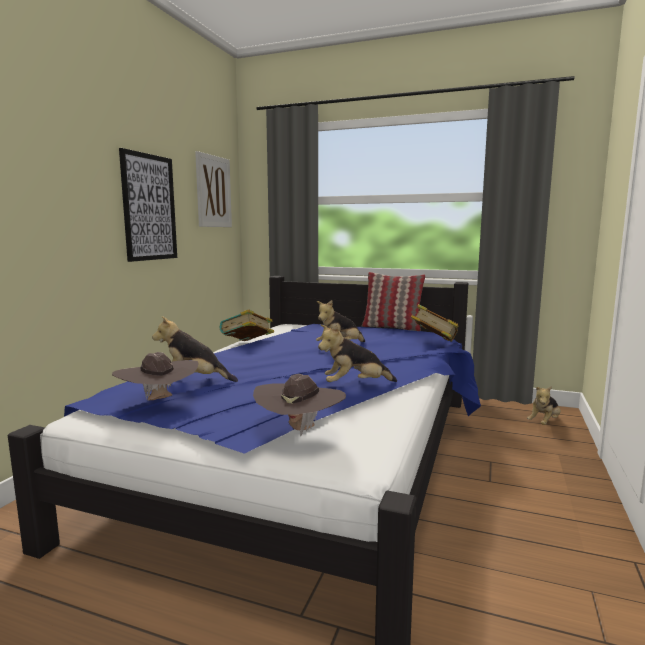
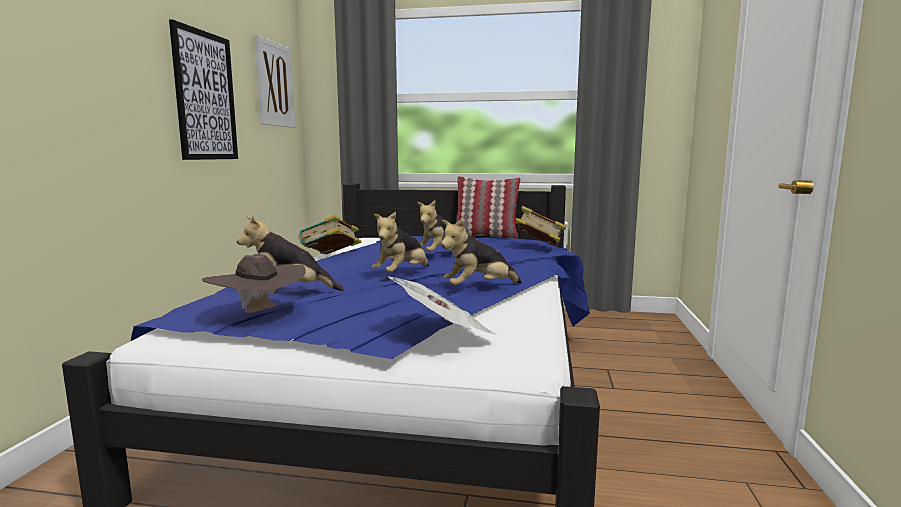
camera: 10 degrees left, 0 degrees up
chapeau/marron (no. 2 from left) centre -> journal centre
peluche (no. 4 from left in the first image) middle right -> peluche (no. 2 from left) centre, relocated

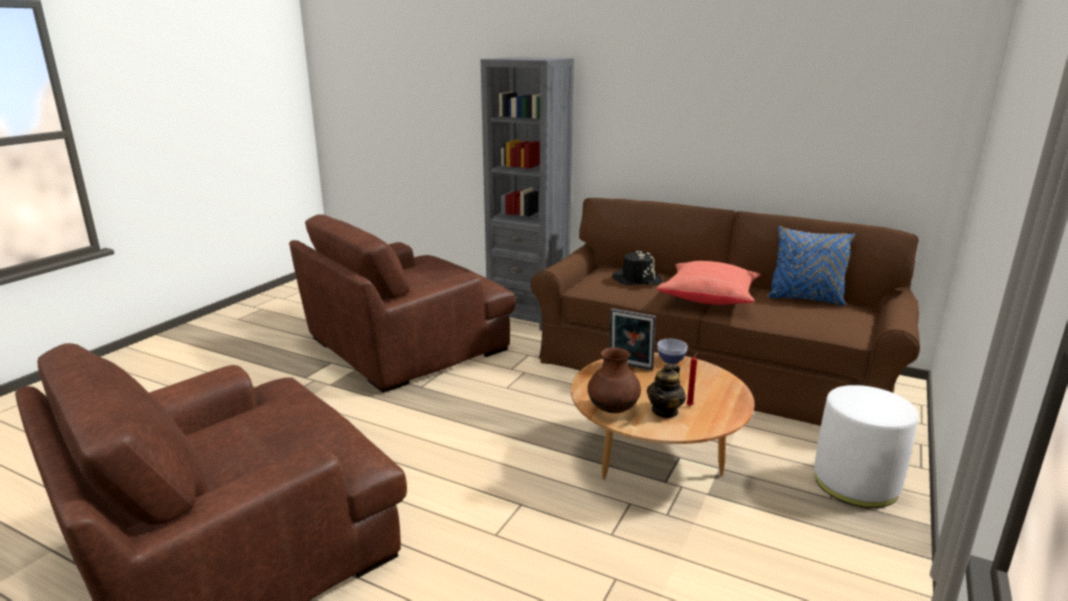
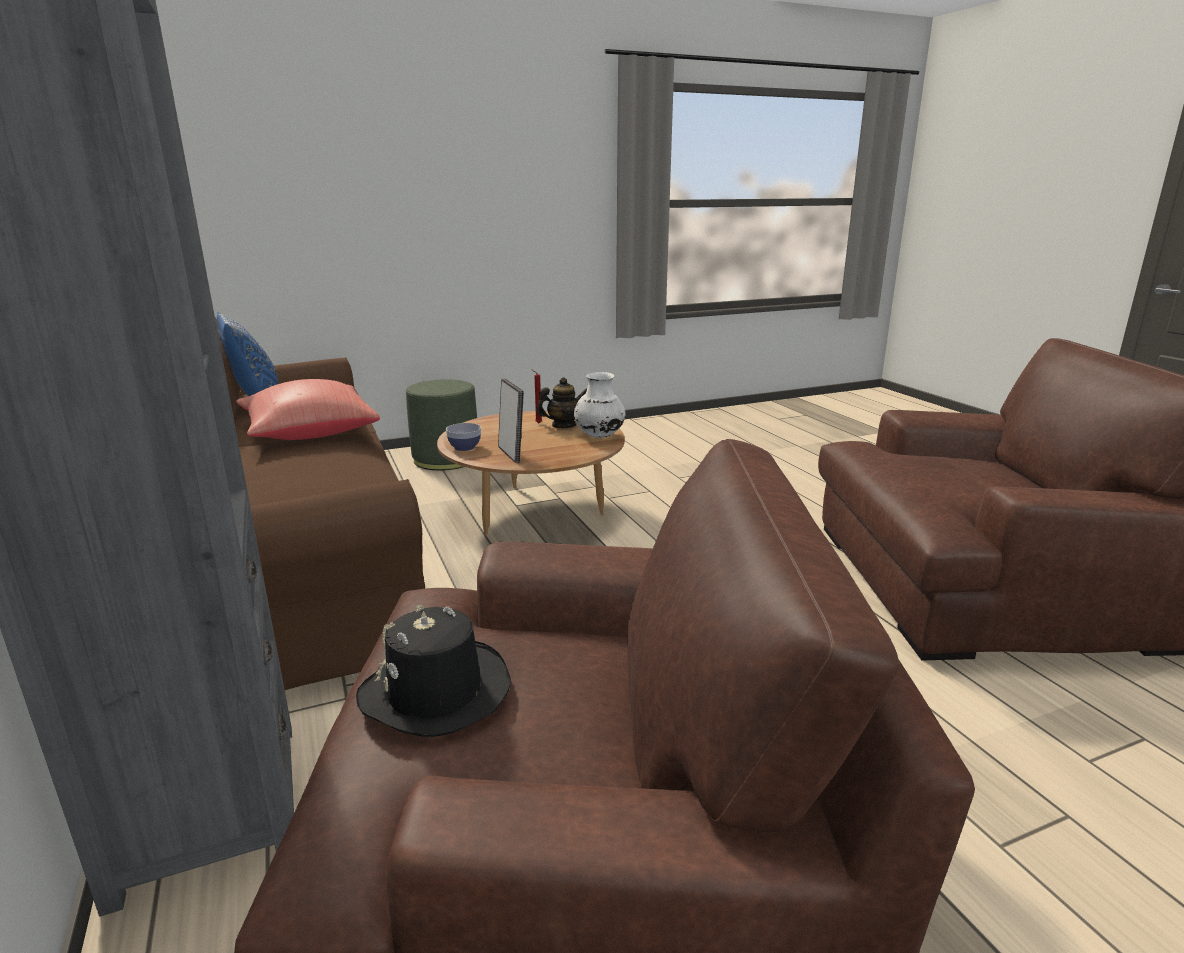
camera: 140 degrees left, 0 degrees up
chapeau/noir centre -> chapeau/noir bottom centre, relocated
vase/marron centre -> vase/blanc centre
pouf/blanc bottom right -> pouf/vert centre

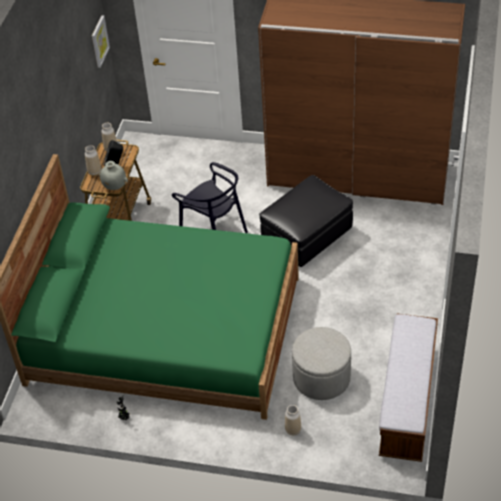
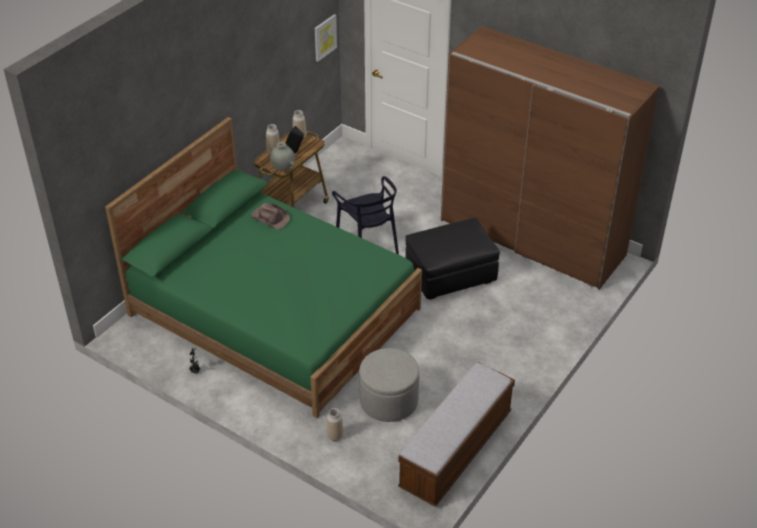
camera: 20 degrees right, 5 degrees down
none -> chapeau/marron centre

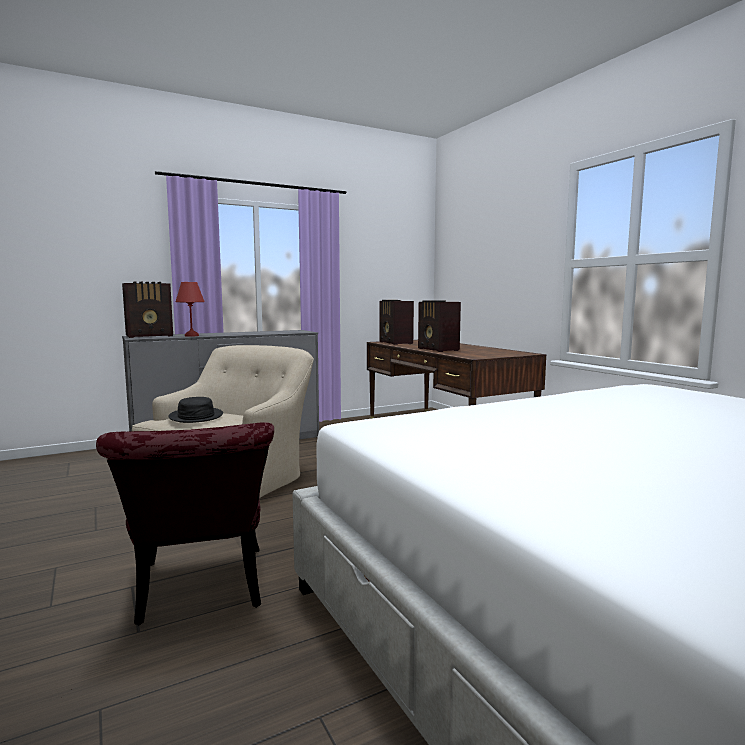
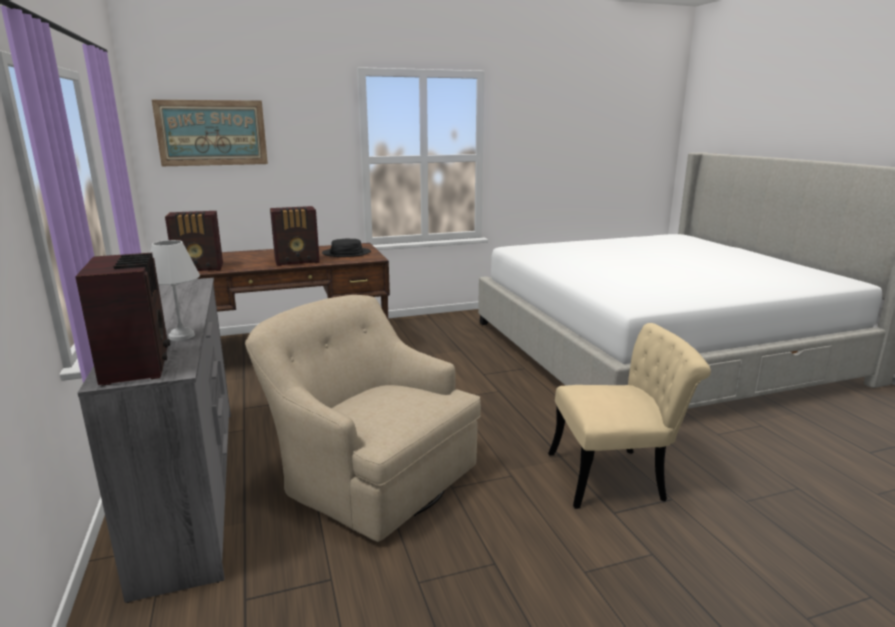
camera: 80 degrees left, 10 degrees up
lampe de table/rouge middle left -> lampe de table/blanc middle left
chapeau/noir middle left -> chapeau/noir centre, relocated
chaise/rouge bottom left -> chaise/beige middle right
none -> tableau top left

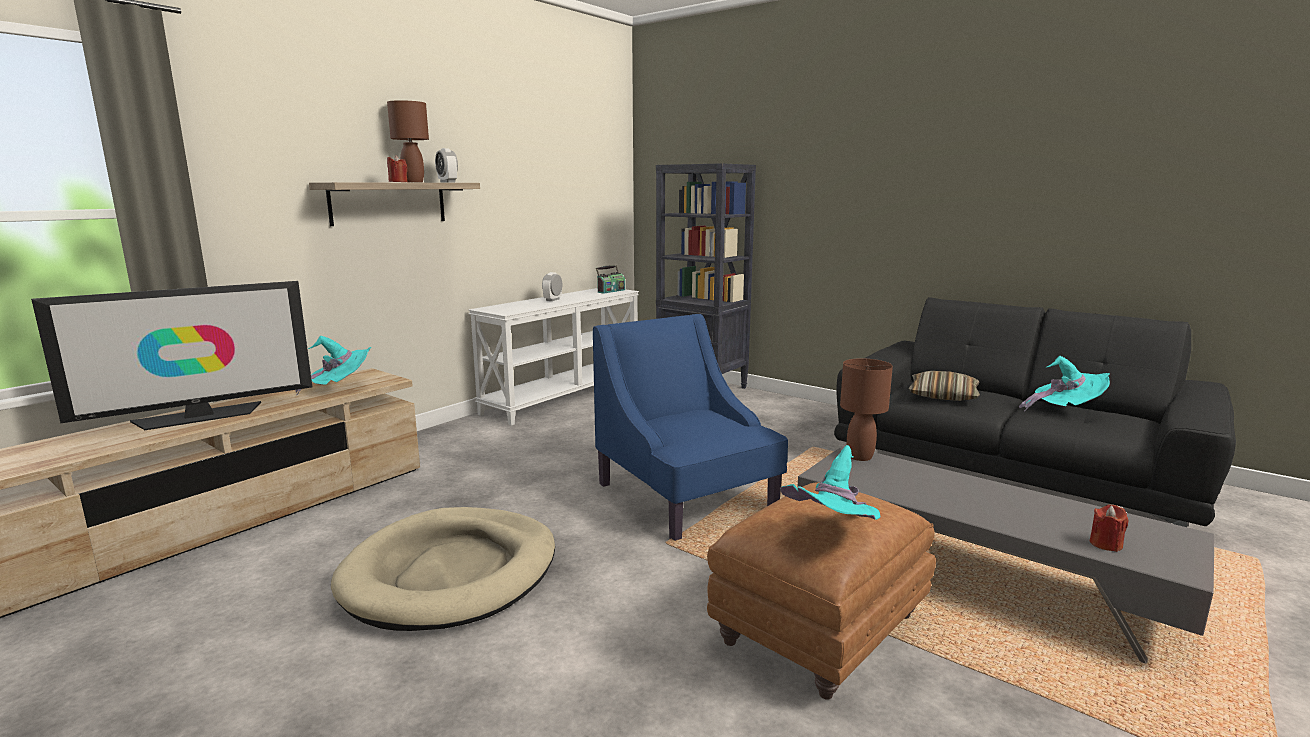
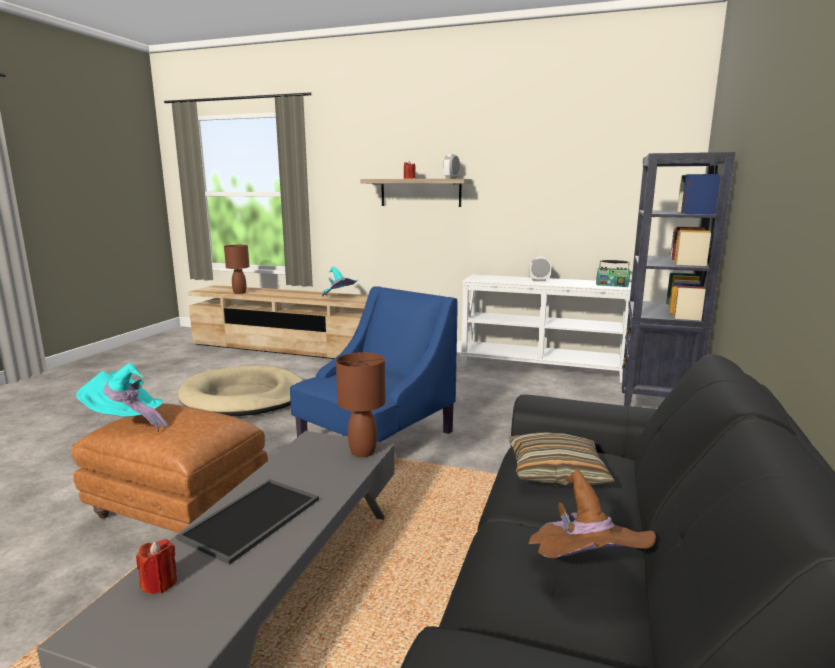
camera: 70 degrees right, 0 degrees up
lampe de table/marron (no. 1 from left) top left -> lampe de table/marron (no. 1 from left) middle left, relocated
téléviseur middle left -> none
chapeau/turquoise (no. 3 from left) middle right -> chapeau/marron bottom right
none -> plateau bottom left

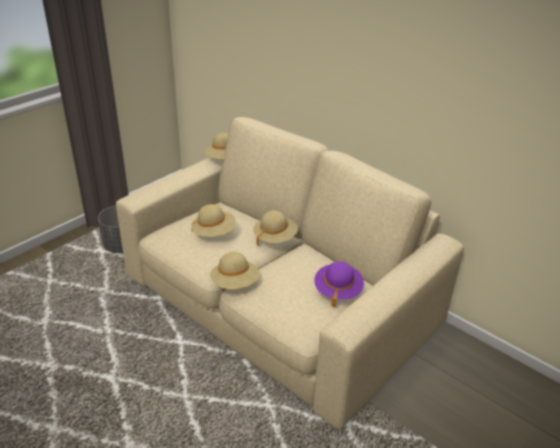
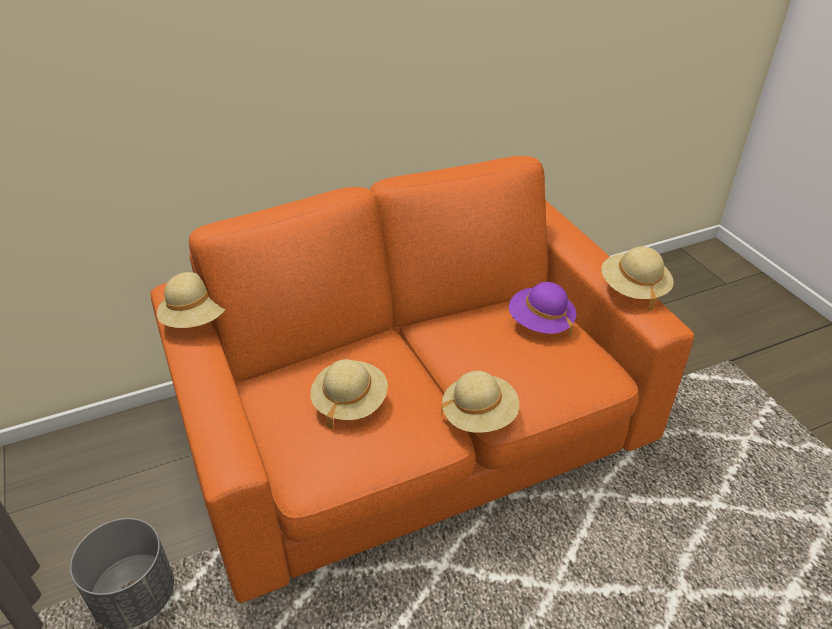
camera: 65 degrees left, 5 degrees up
canapé/beige centre -> canapé/orange centre
chapeau/beige (no. 4 from left) centre -> chapeau/beige (no. 4 from left) middle right, relocated

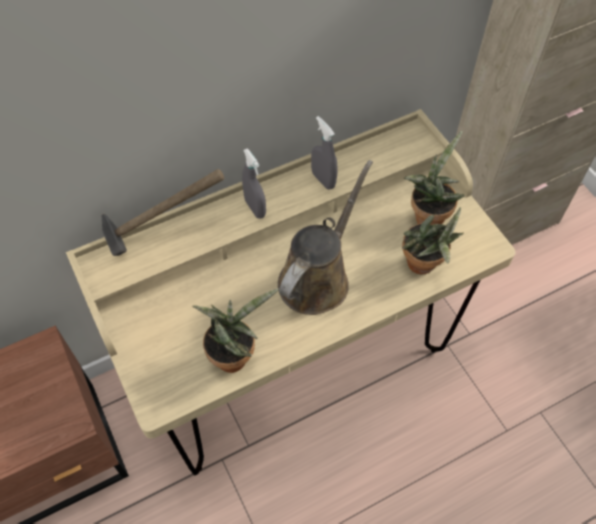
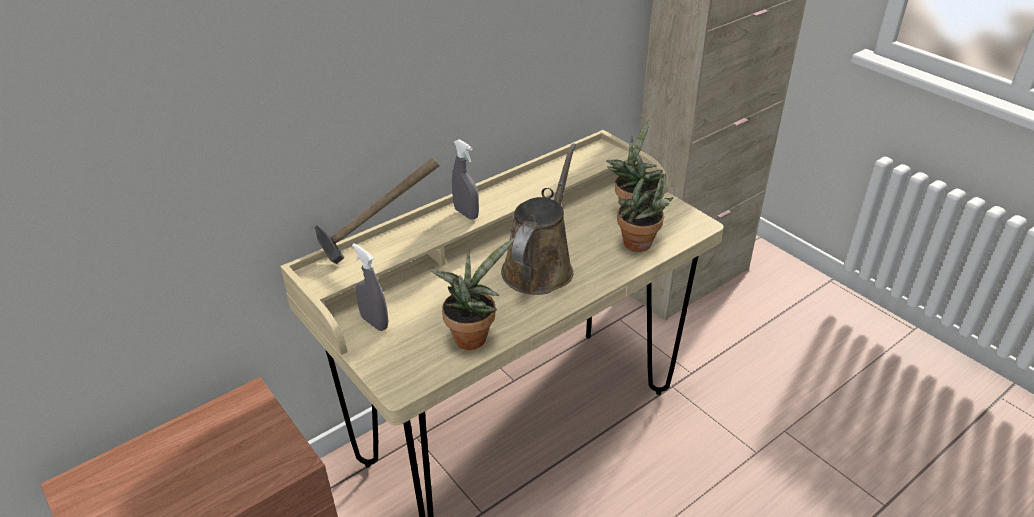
camera: 10 degrees left, 20 degrees down
vaporisateur/gris (no. 2 from left in the first image) top centre -> vaporisateur/gris (no. 1 from left) centre, relocated

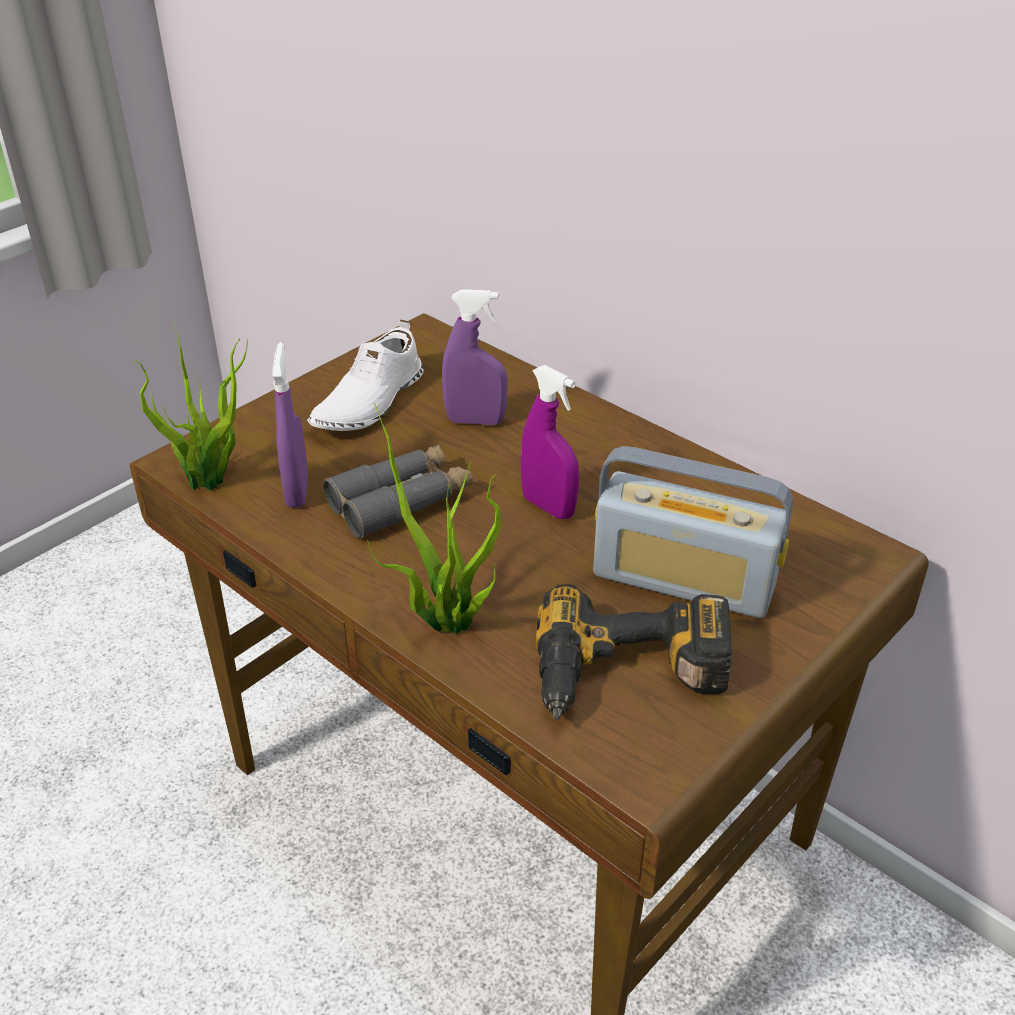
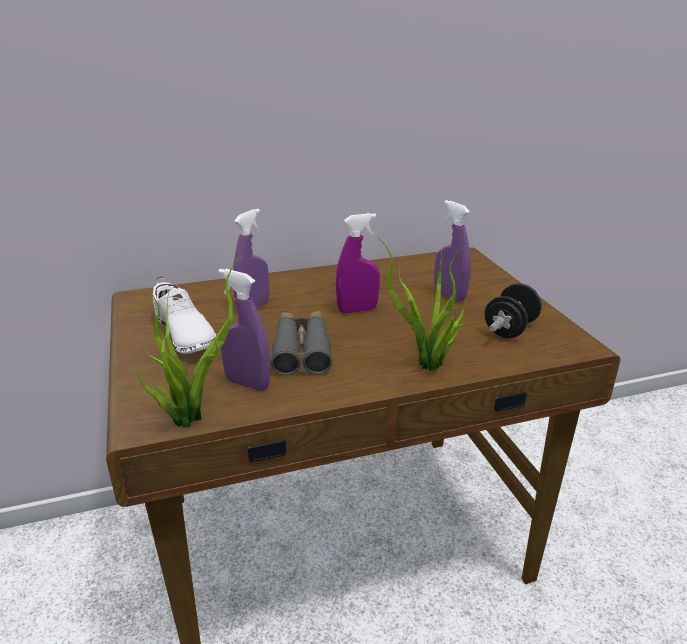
camera: 60 degrees left, 10 degrees down
radio middle right -> vaporisateur/violet (no. 4 from left) centre
perceuse centre -> haltère/noir middle right

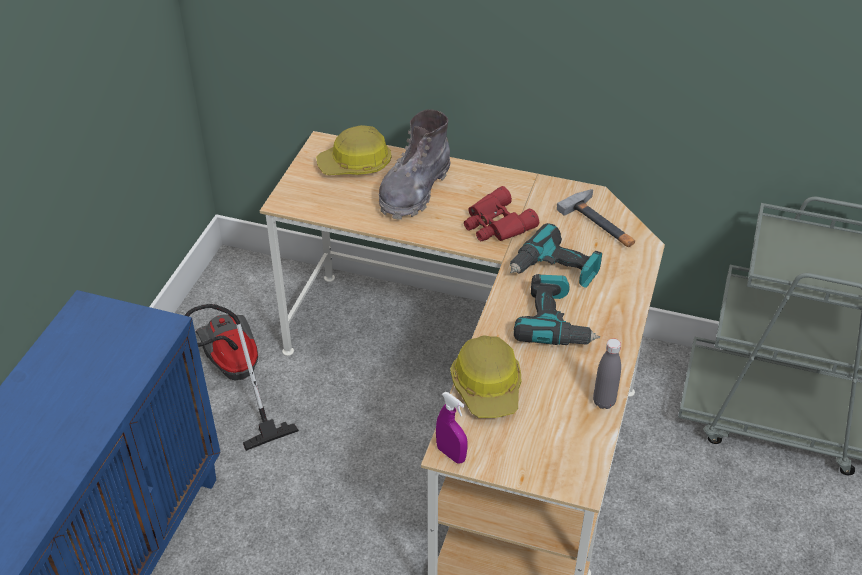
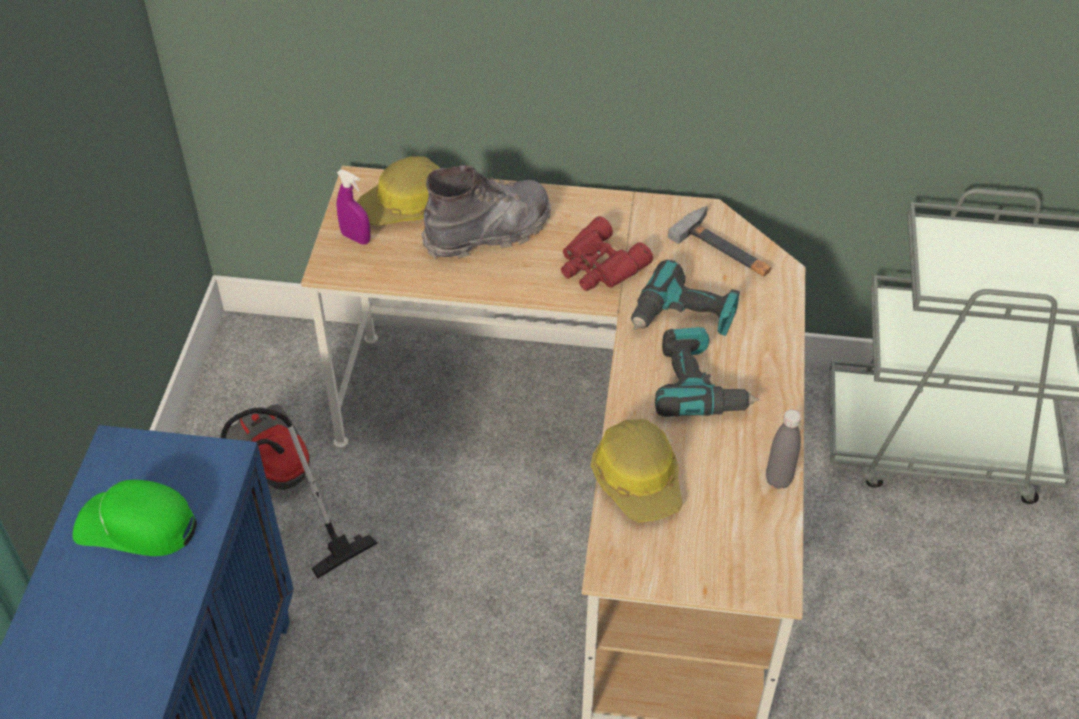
camera: 10 degrees left, 5 degrees up
botte/gris top centre, 135 degrees counterclockwise
vaporisateur/violet bottom centre -> vaporisateur/violet top left, relocated
none -> casquette/vert bottom left

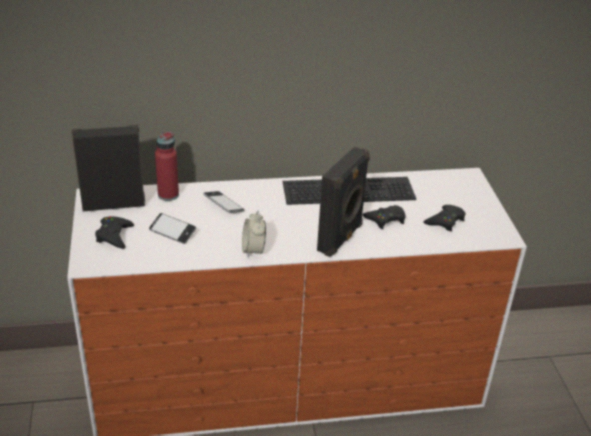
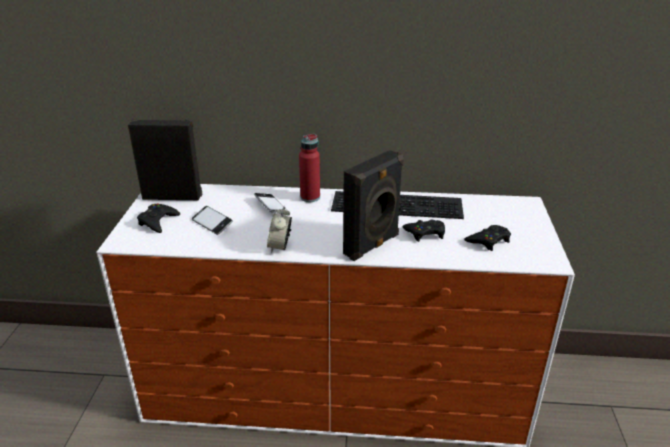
camera: 15 degrees right, 5 degrees down
bouteille/rouge middle left -> bouteille/rouge centre, relocated

